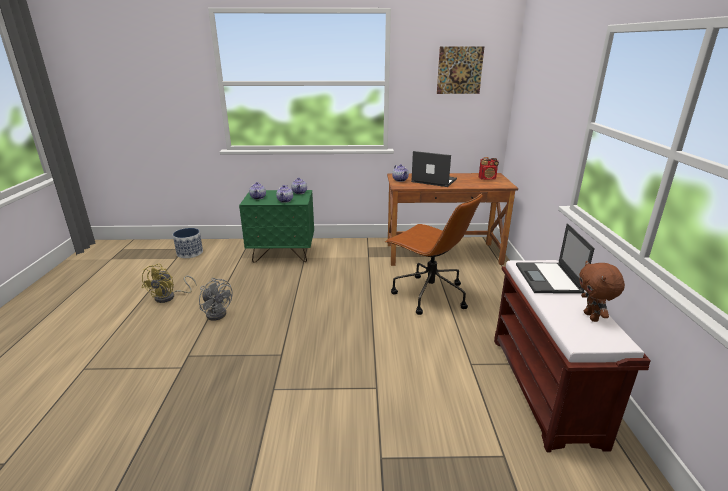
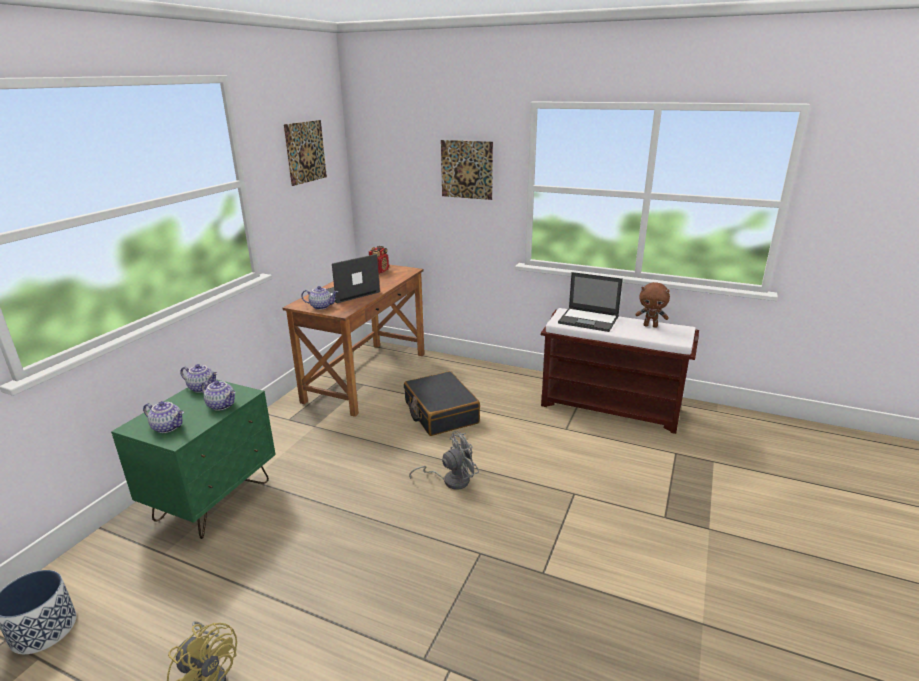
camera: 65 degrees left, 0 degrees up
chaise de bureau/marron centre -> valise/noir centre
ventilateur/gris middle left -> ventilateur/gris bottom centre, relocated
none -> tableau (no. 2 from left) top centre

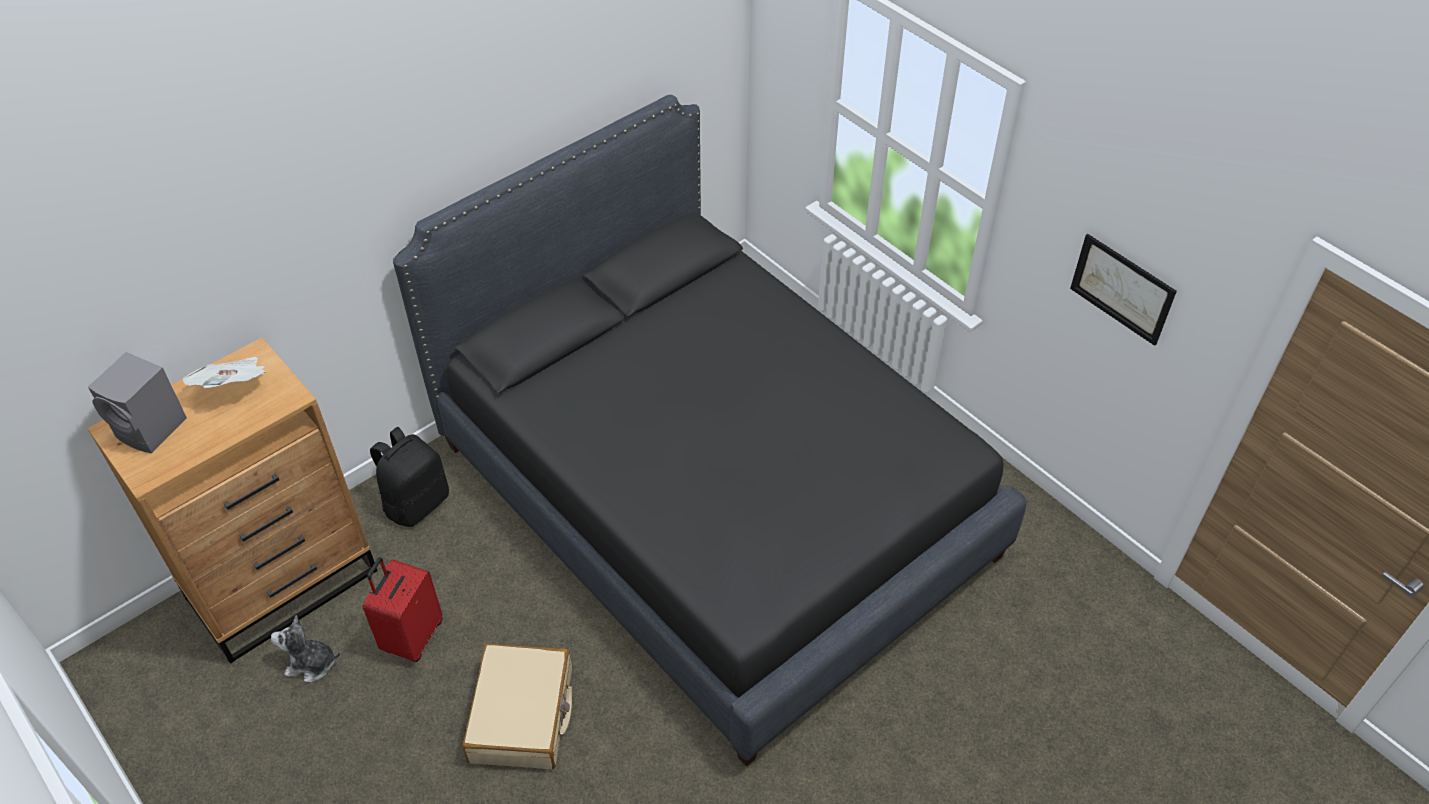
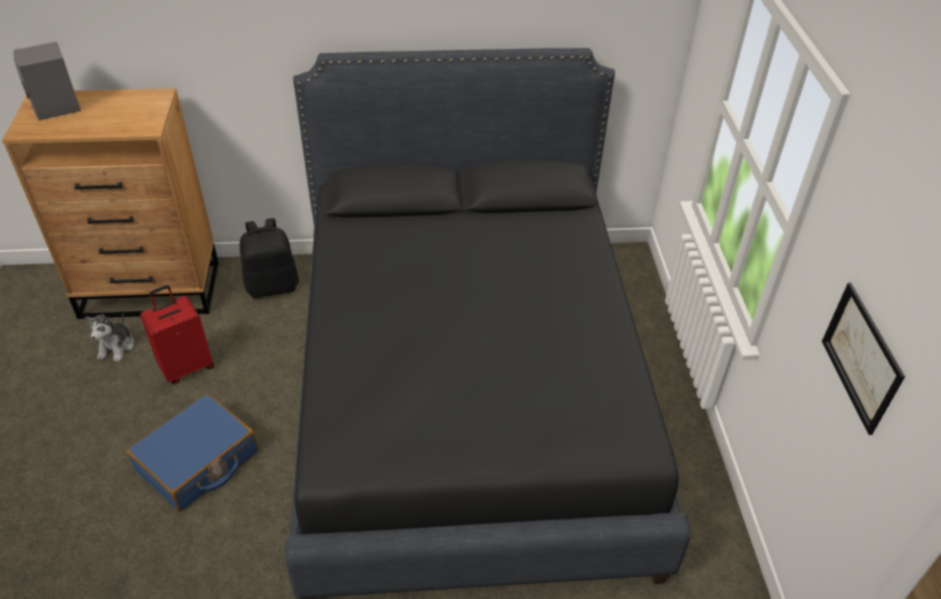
camera: 35 degrees right, 5 degrees down
journal middle left -> none
peluche bottom left -> peluche middle left, 120 degrees counterclockwise
valise/beige bottom centre -> valise/bleu bottom left

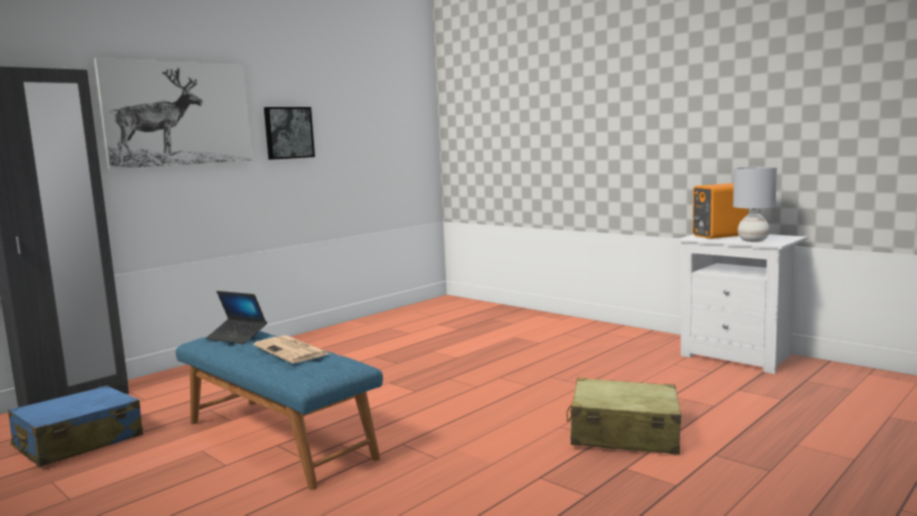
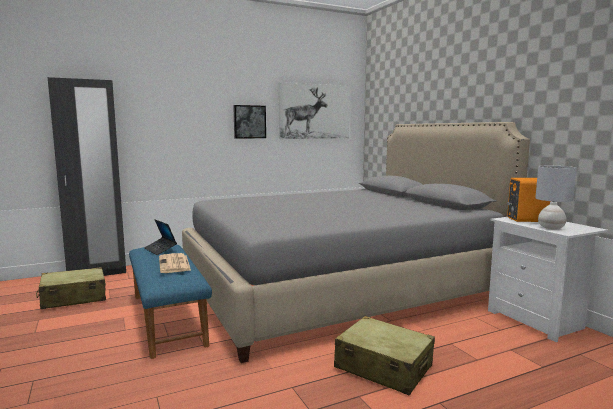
camera: 20 degrees right, 0 degrees up
tableau (no. 1 from left in the first image) top left -> tableau (no. 2 from left) top centre, relocated
valise/bleu bottom left -> valise/beige (no. 1 from left) bottom left
none -> lit/gris centre

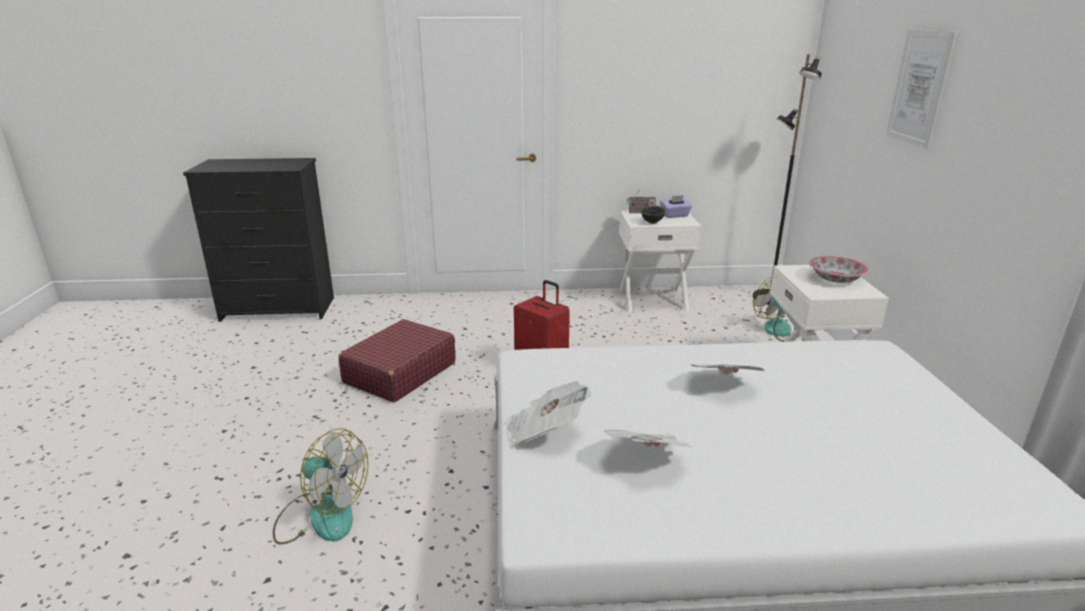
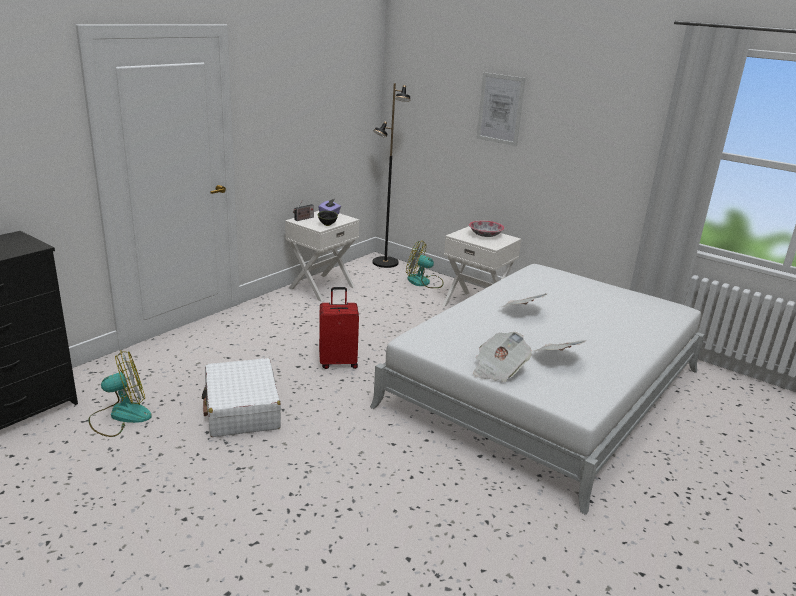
camera: 50 degrees left, 0 degrees up
valise/rouge (no. 1 from left) centre -> valise/blanc middle left
ventilateur (no. 1 from left) bottom left -> ventilateur (no. 1 from left) middle left, relocated

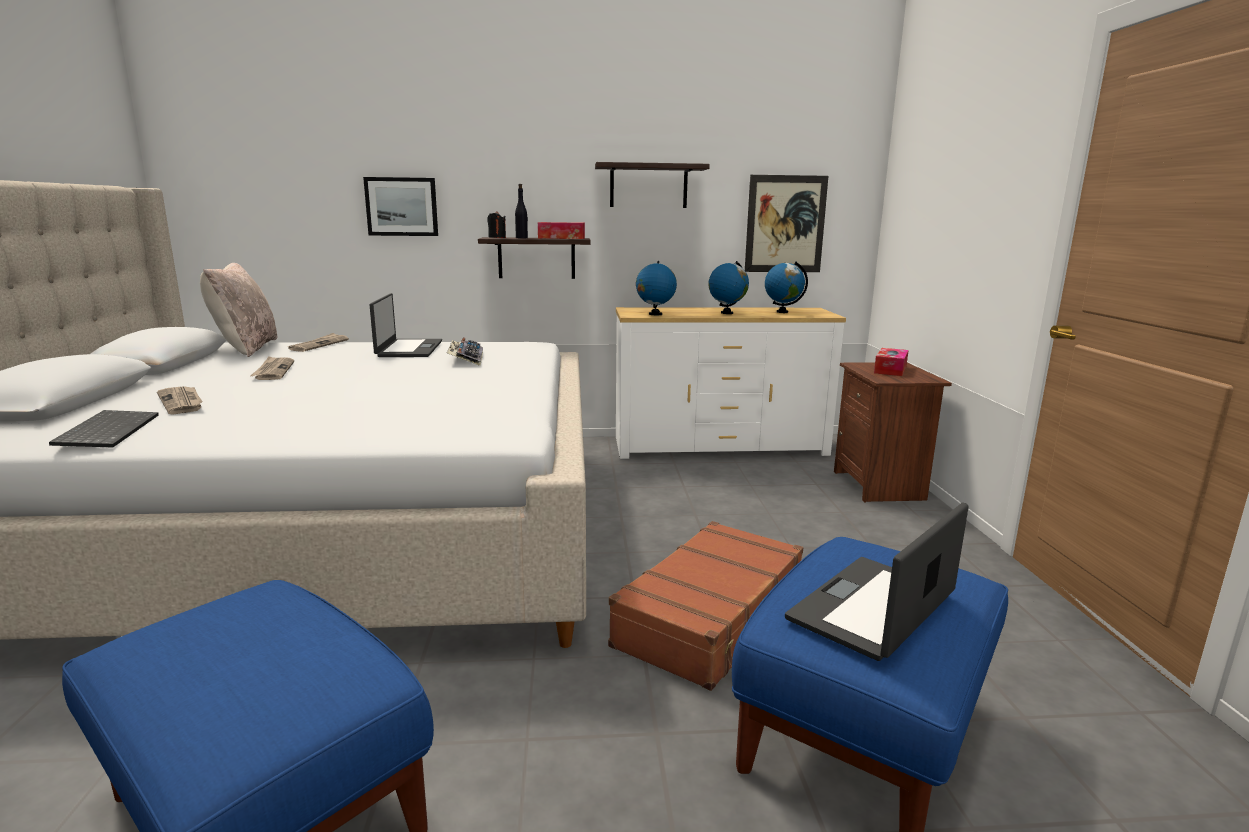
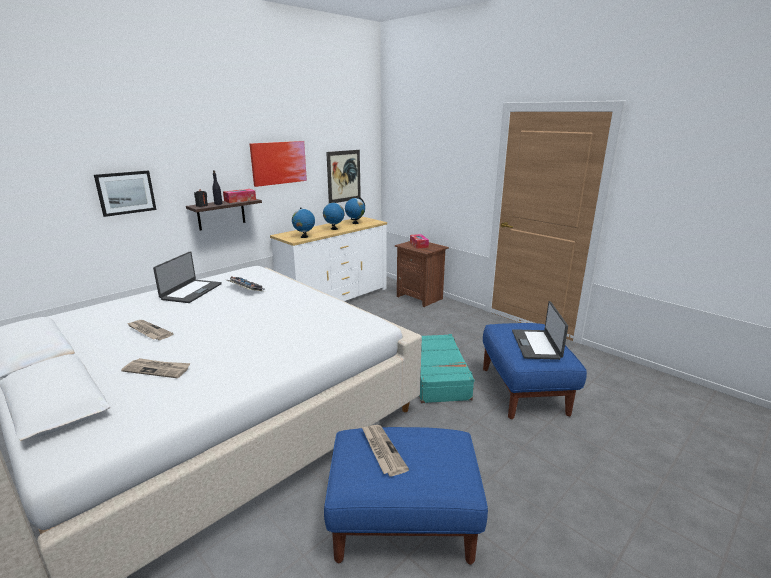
camera: 40 degrees left, 5 degrees up
étagère (no. 2 from left) top centre -> tableau (no. 2 from left) top centre
coussin/beige middle left -> none
ordinateur portable (no. 1 from left) middle left, 60 degrees clockwise
journal (no. 3 from left) middle left -> journal (no. 3 from left) bottom centre, relocated
clavier (no. 1 from left) middle left -> none
valise/marron bottom centre -> valise/turquoise centre

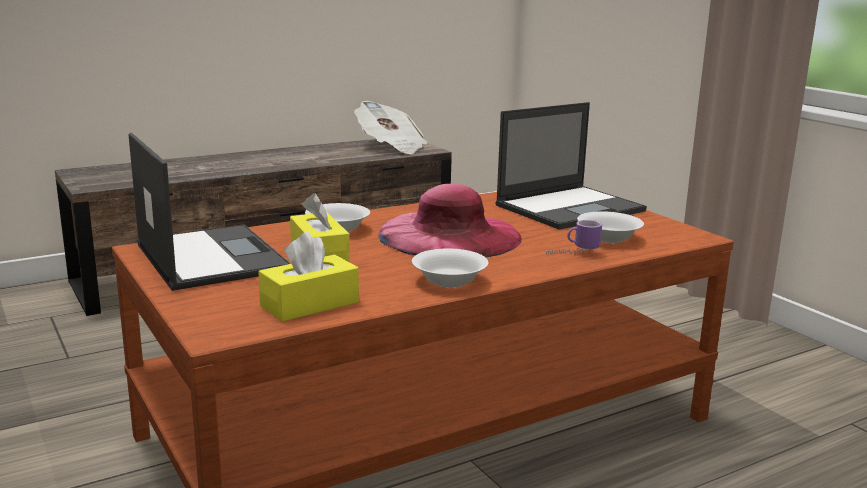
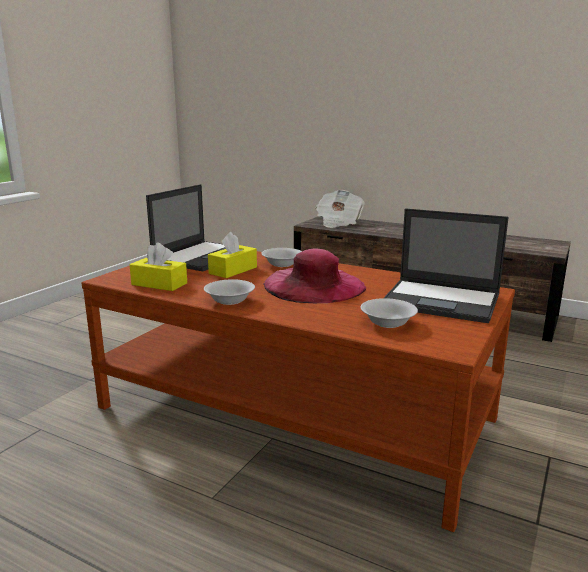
camera: 60 degrees right, 0 degrees up
journal top centre -> journal centre, relocated
mug centre -> none

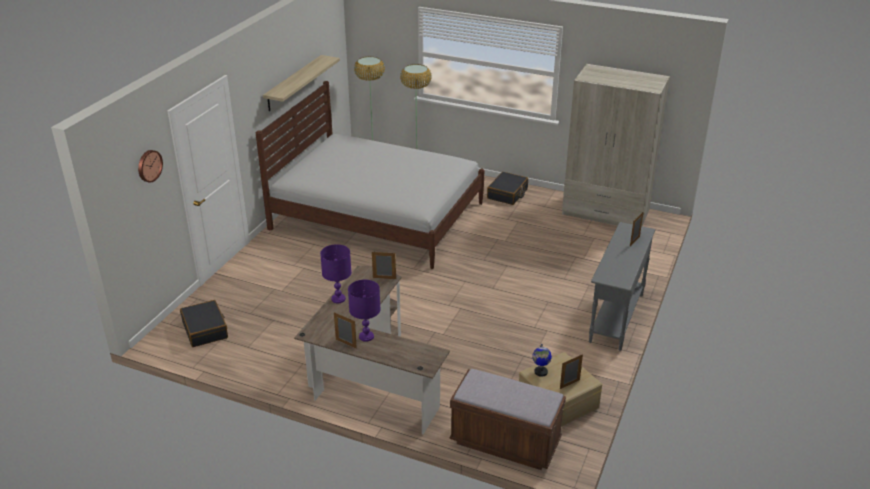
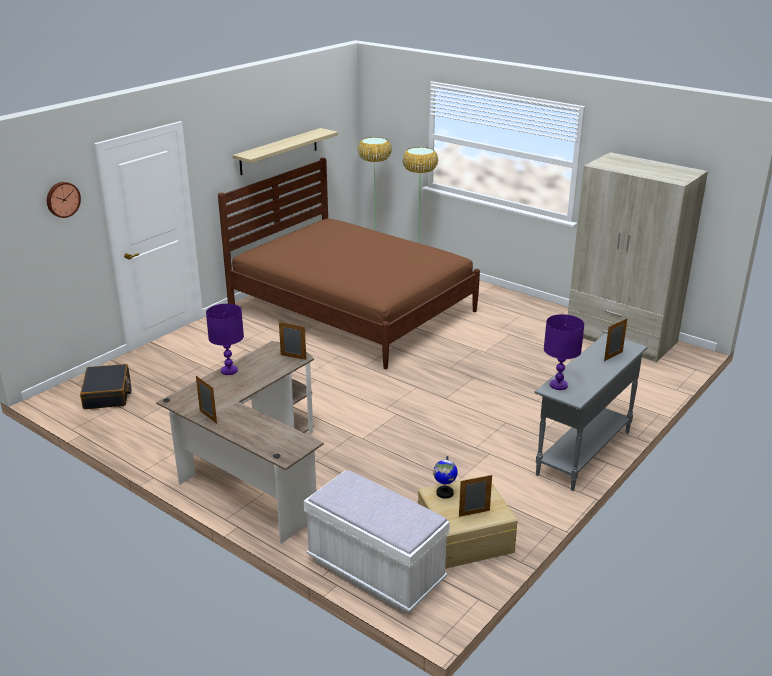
camera: 15 degrees right, 5 degrees down
lit/blanc centre -> lit/marron centre
valise/noir (no. 2 from left) centre -> none
lampe de table/violet (no. 2 from left) centre -> lampe de table/violet (no. 2 from left) middle right, relocated
banc/marron bottom centre -> banc/blanc bottom centre

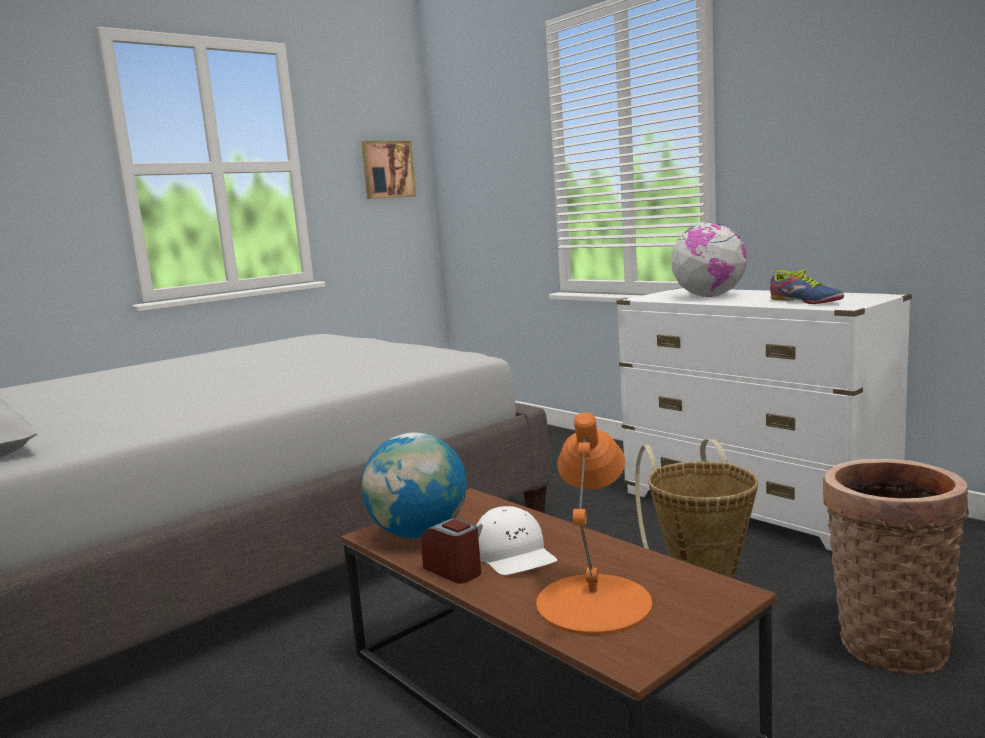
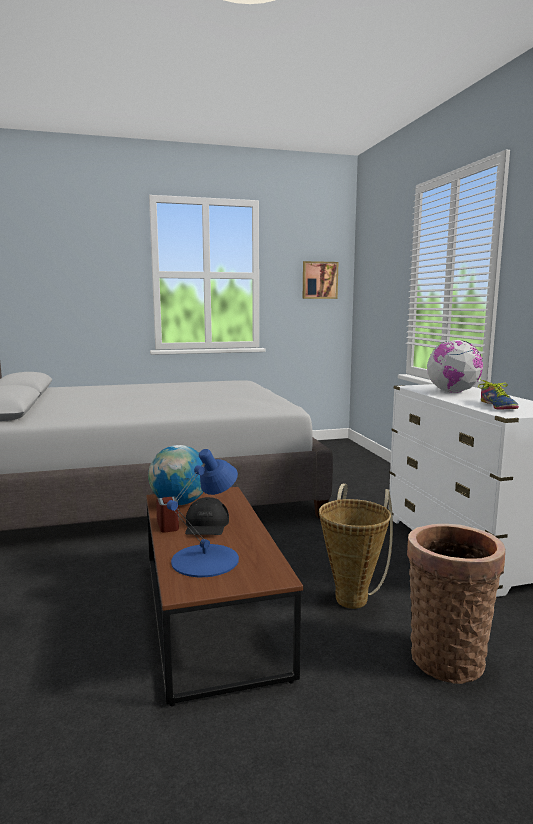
camera: 25 degrees right, 0 degrees up
lampe de table/orange bottom centre -> lampe de table/bleu centre
casquette/blanc bottom centre -> casquette/noir centre

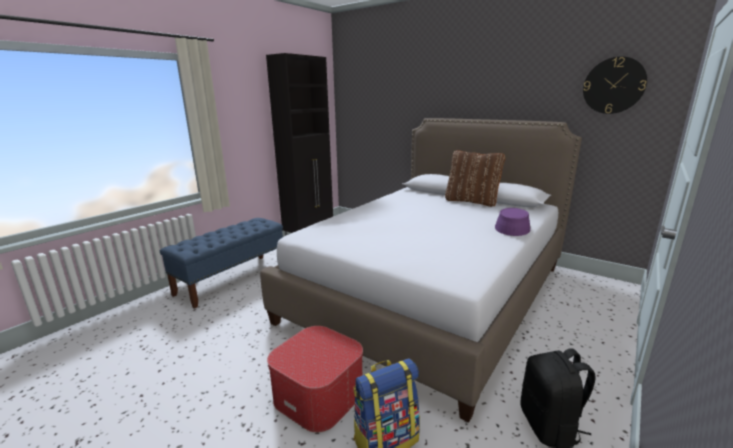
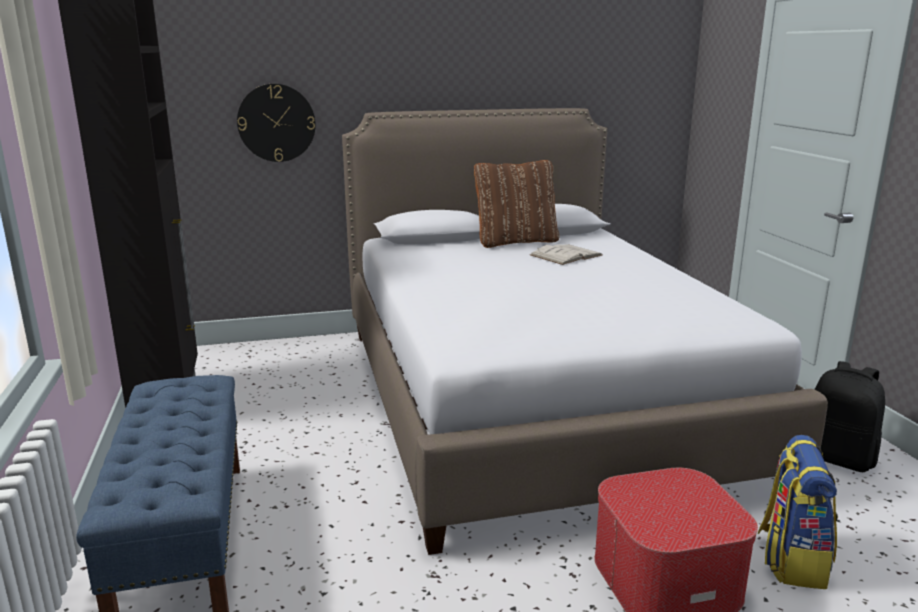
camera: 50 degrees left, 0 degrees up
horloge murale top right -> horloge murale top left, relocated
chapeau/violet middle right -> none
none -> livre/blanc centre

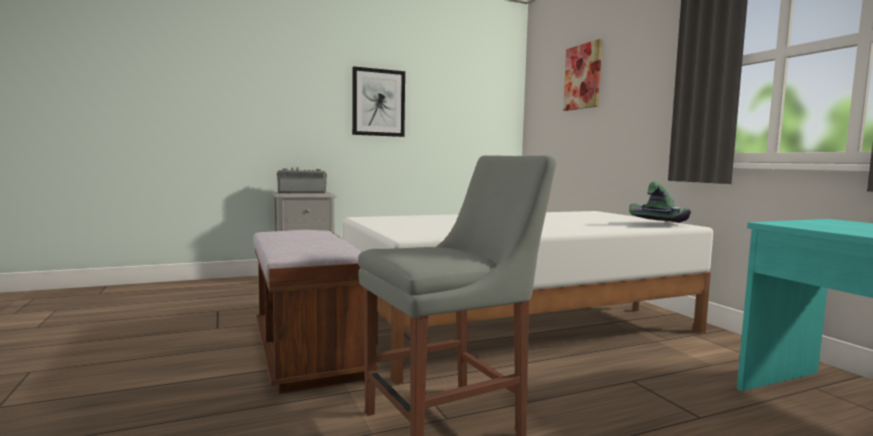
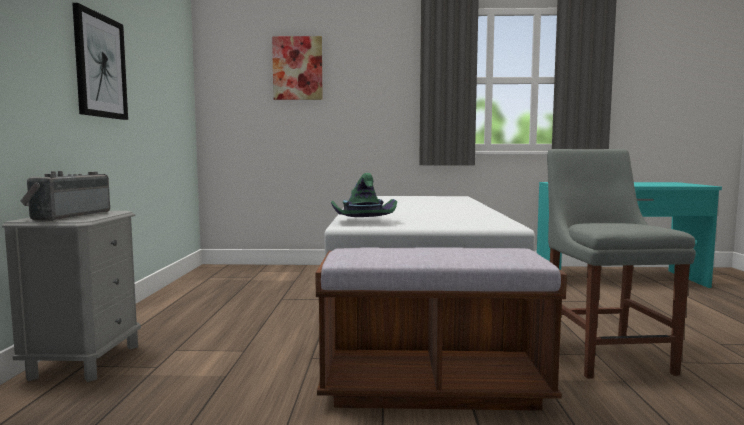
camera: 65 degrees left, 0 degrees up
chapeau/vert middle right -> chapeau/vert centre, relocated

